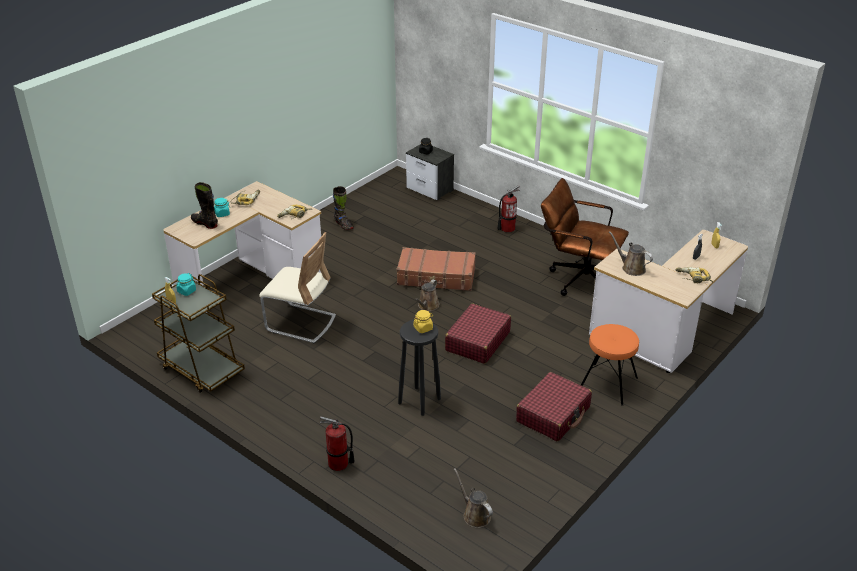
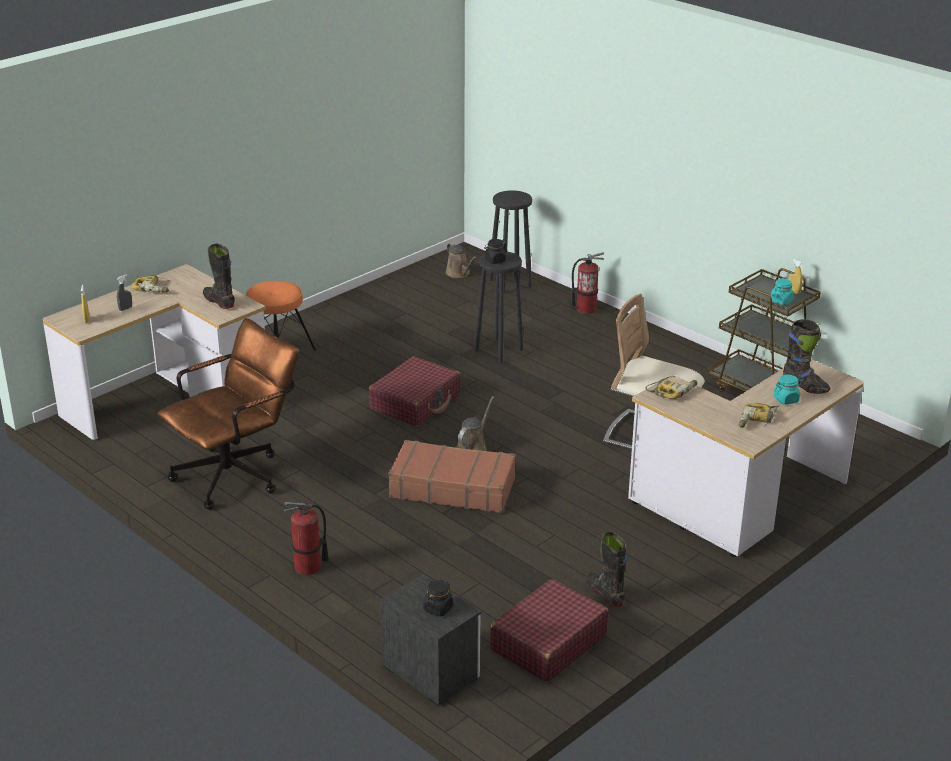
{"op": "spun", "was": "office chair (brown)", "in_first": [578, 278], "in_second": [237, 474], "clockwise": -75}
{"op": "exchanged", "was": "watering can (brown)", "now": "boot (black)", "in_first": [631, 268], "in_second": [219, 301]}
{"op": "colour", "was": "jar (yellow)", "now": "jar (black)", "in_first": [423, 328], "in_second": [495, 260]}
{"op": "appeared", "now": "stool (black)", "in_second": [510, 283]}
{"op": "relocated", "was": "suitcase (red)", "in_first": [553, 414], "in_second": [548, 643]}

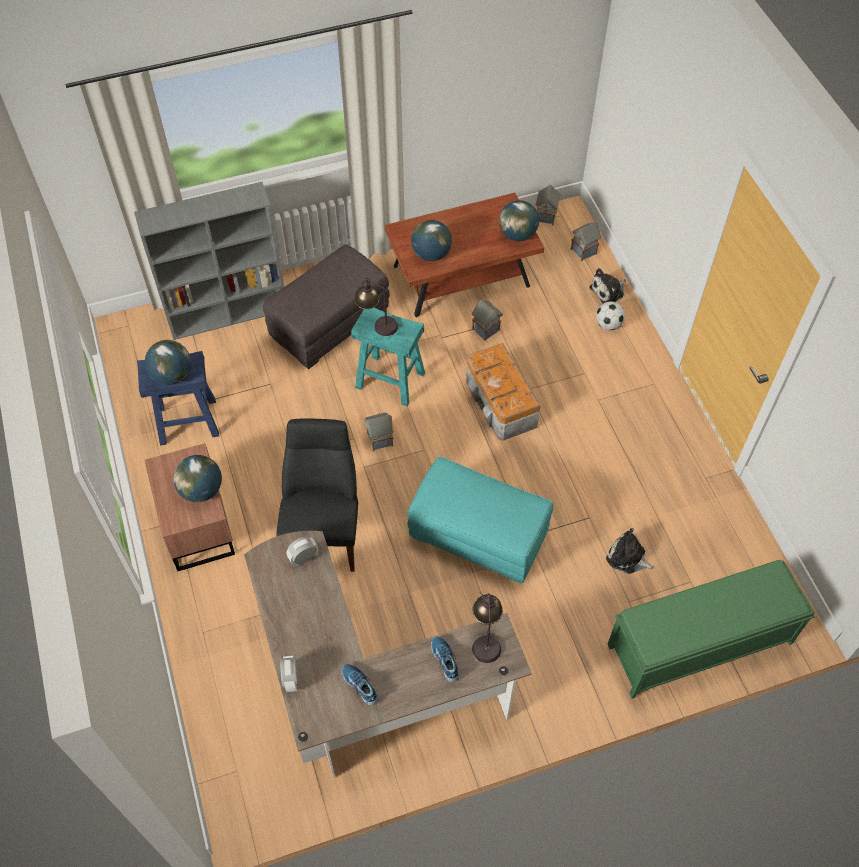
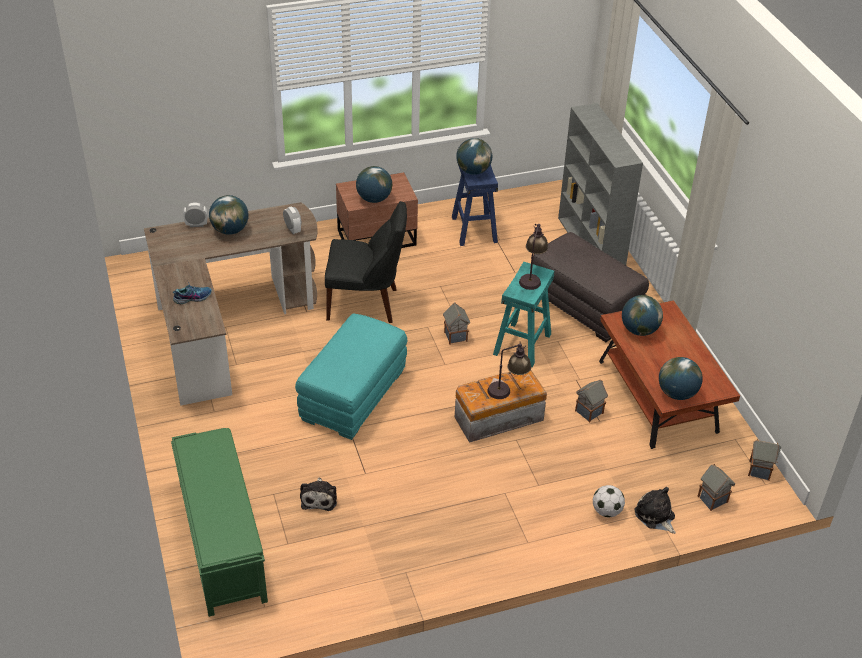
{"op": "appeared", "now": "globe", "in_second": [230, 230]}
{"op": "spun", "was": "plush toy", "in_first": [627, 557], "in_second": [319, 498], "clockwise": 150}
{"op": "relocated", "was": "table lamp", "in_first": [486, 638], "in_second": [508, 391]}
{"op": "missing", "was": "shoe", "in_first": [359, 686]}

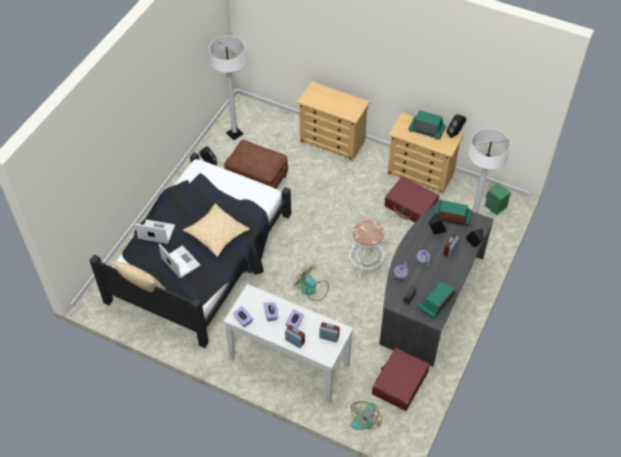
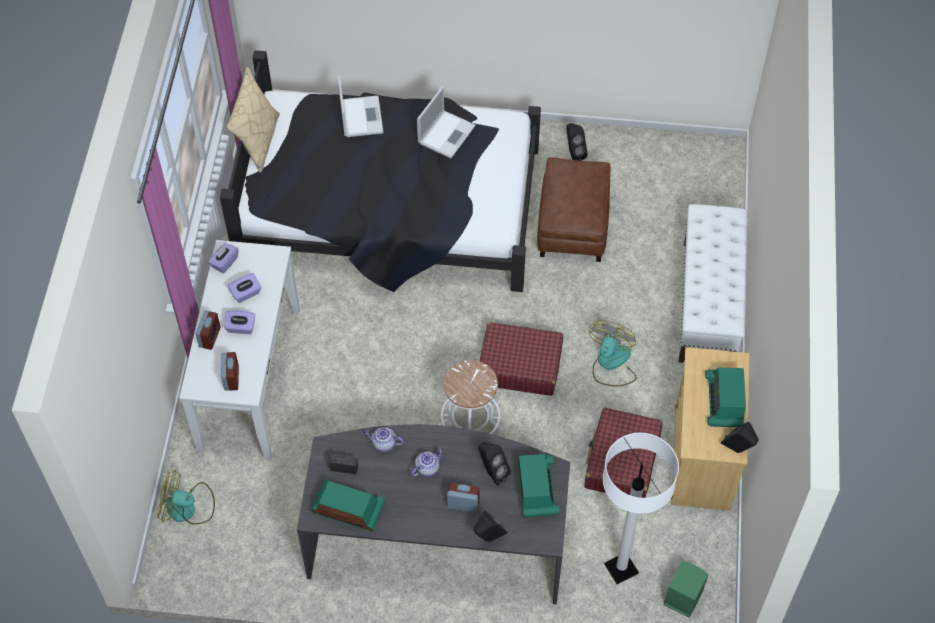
{"op": "relocated", "was": "laptop", "in_first": [180, 262], "in_second": [447, 133]}
{"op": "relocated", "was": "suitcase (red)", "in_first": [399, 383], "in_second": [519, 365]}
{"op": "relocated", "was": "fan", "in_first": [312, 289], "in_second": [611, 364]}
{"op": "exchanged", "was": "dresser (beige)", "now": "bench (white)", "in_first": [332, 142], "in_second": [707, 304]}
{"op": "missing", "was": "pillow (beige)", "in_first": [216, 233]}
{"op": "missing", "was": "floor lamp (white)", "in_first": [234, 134]}

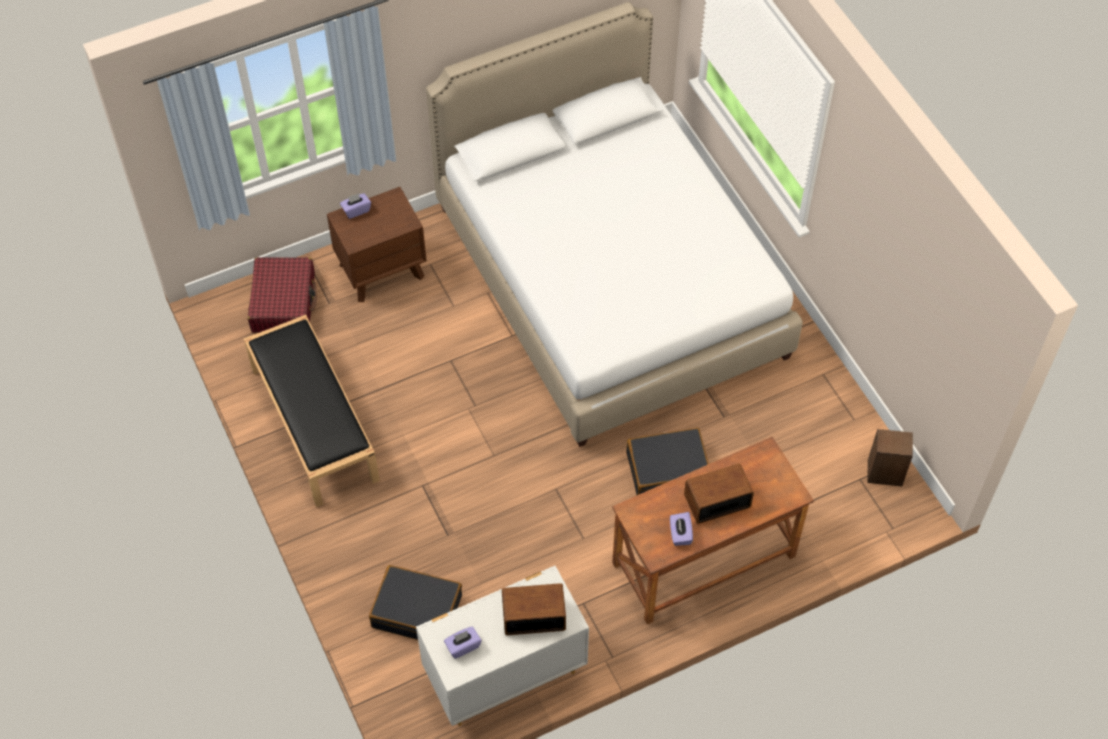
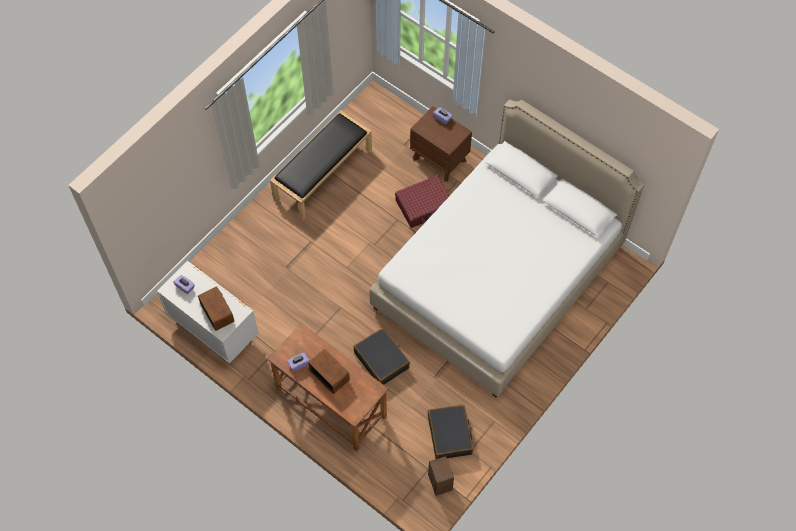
{"op": "relocated", "was": "suitcase (red)", "in_first": [284, 302], "in_second": [424, 206]}
{"op": "relocated", "was": "suitcase (black)", "in_first": [417, 610], "in_second": [450, 435]}

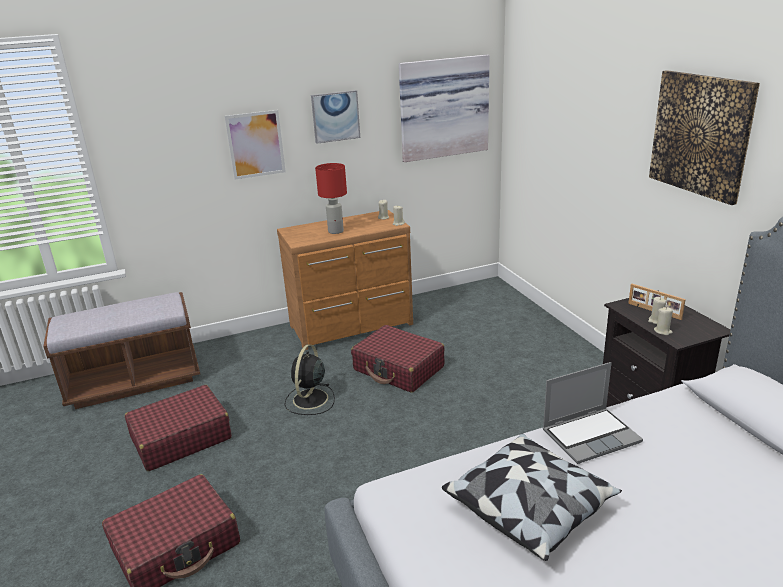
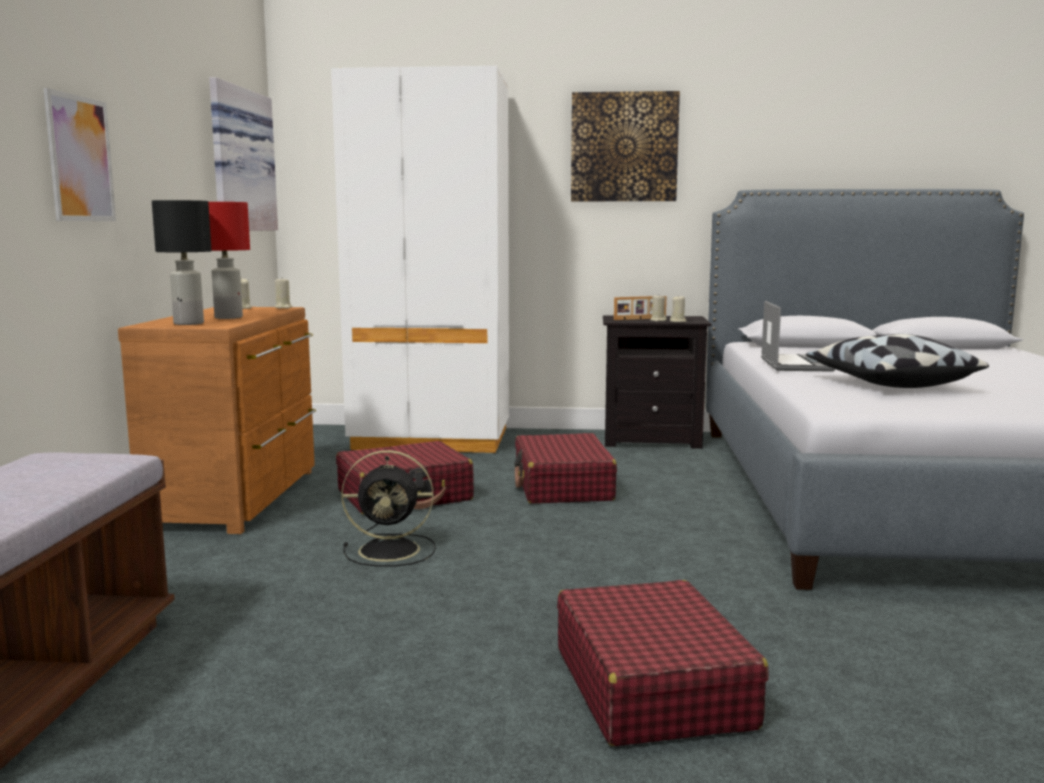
{"op": "appeared", "now": "table lamp (black)", "in_second": [189, 323]}
{"op": "appeared", "now": "wardrobe (white)", "in_second": [431, 439]}
{"op": "spun", "was": "fan (black)", "in_first": [310, 400], "in_second": [392, 550], "clockwise": -45}
{"op": "relocated", "was": "suitcase (red)", "in_first": [180, 438], "in_second": [562, 486]}
{"op": "missing", "was": "picture", "in_first": [335, 116]}

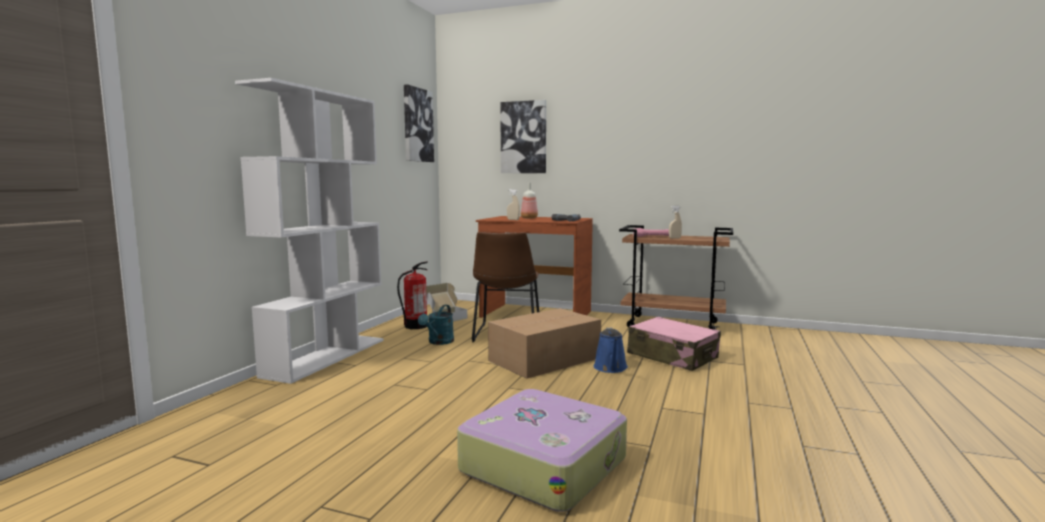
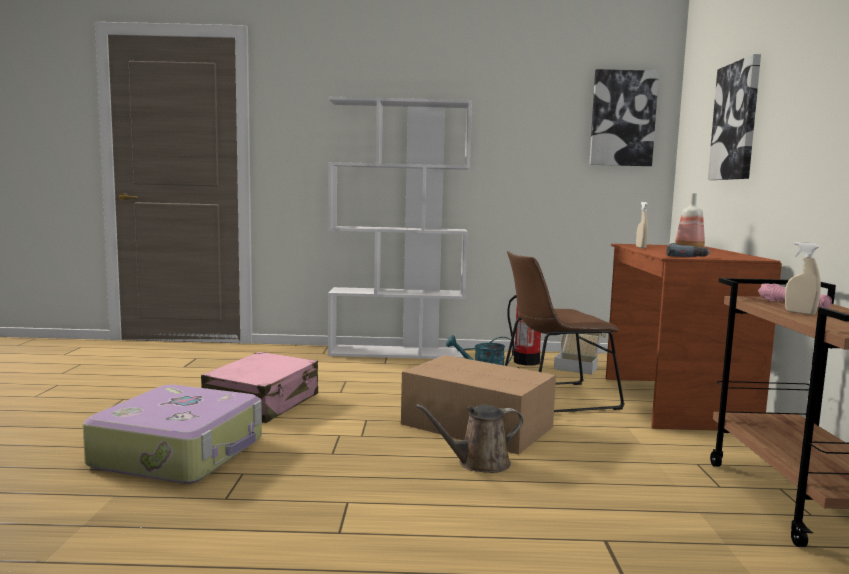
{"op": "relocated", "was": "suitcase (pink)", "in_first": [672, 356], "in_second": [262, 403]}
{"op": "colour", "was": "watering can (blue)", "now": "watering can (brown)", "in_first": [611, 368], "in_second": [478, 463]}

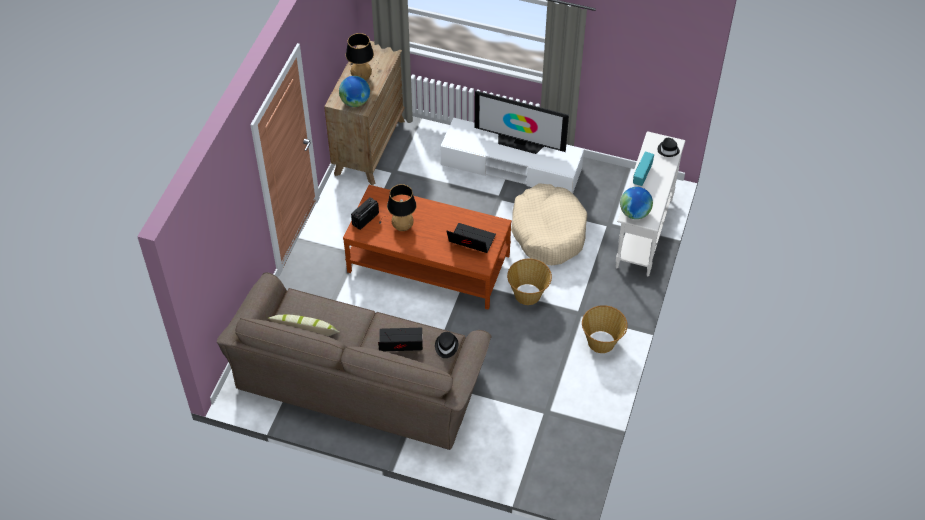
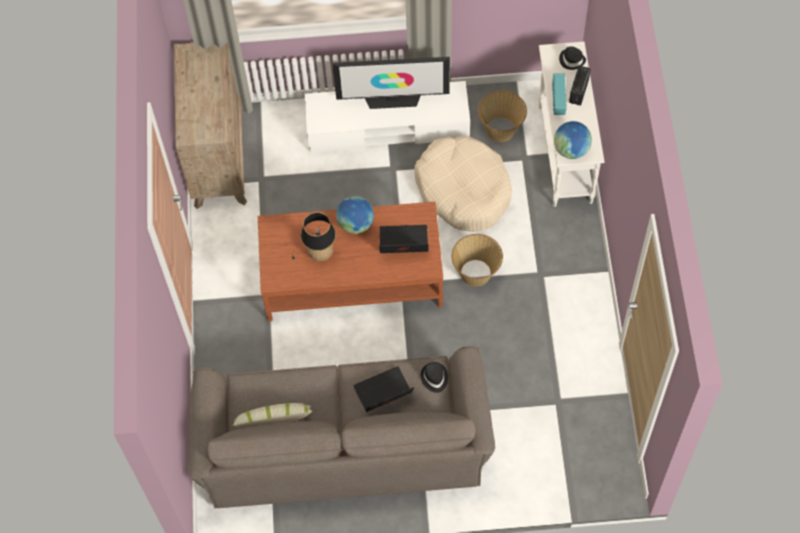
{"op": "relocated", "was": "globe", "in_first": [355, 102], "in_second": [355, 224]}
{"op": "relocated", "was": "basket", "in_first": [602, 342], "in_second": [501, 129]}
{"op": "relocated", "was": "radio", "in_first": [365, 219], "in_second": [578, 91]}
{"op": "missing", "was": "table lamp", "in_first": [363, 75]}

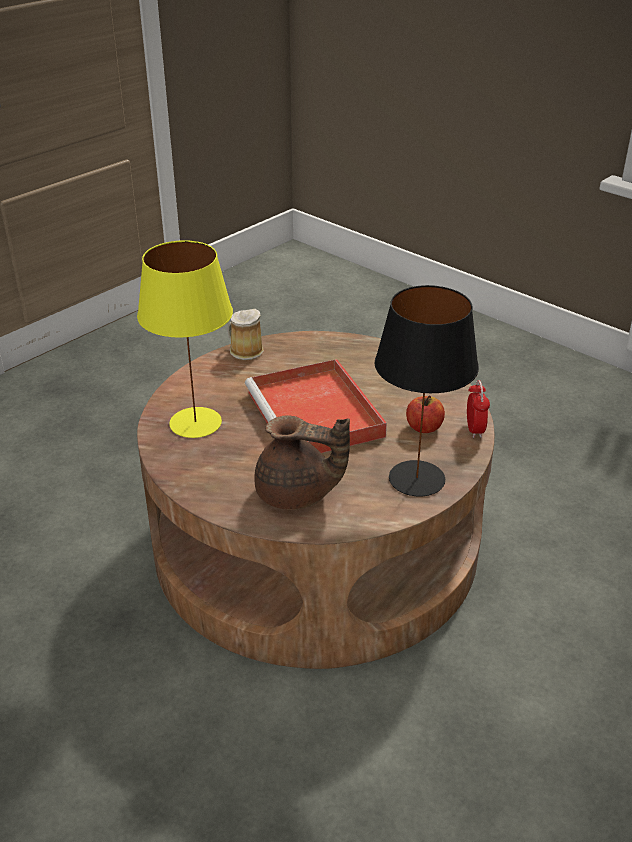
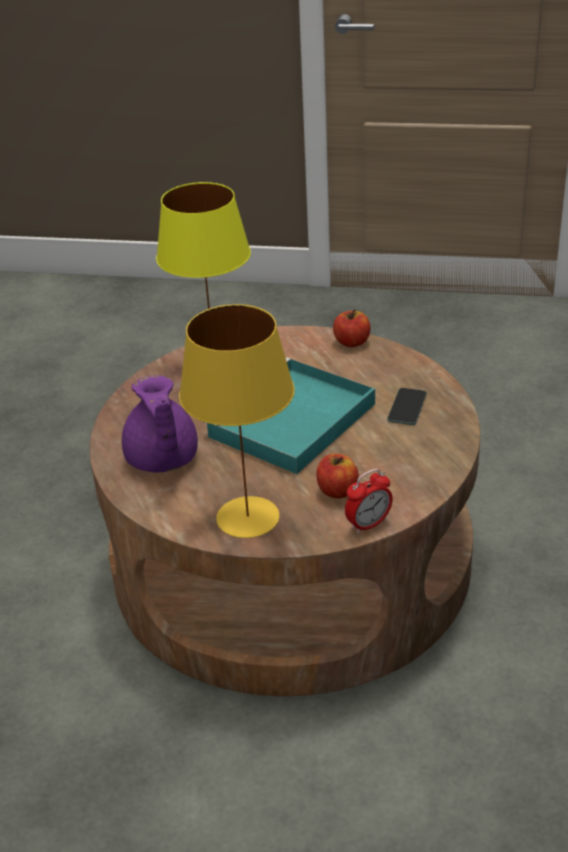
{"op": "colour", "was": "teapot (brown)", "now": "teapot (purple)", "in_first": [296, 495], "in_second": [162, 460]}
{"op": "colour", "was": "table lamp (black)", "now": "table lamp (yellow)", "in_first": [417, 478], "in_second": [249, 517]}
{"op": "colour", "was": "tray (red)", "now": "tray (turquoise)", "in_first": [316, 415], "in_second": [291, 422]}
{"op": "exchanged", "was": "mug", "now": "apple", "in_first": [244, 351], "in_second": [352, 342]}
{"op": "appeared", "now": "phone", "in_second": [407, 407]}

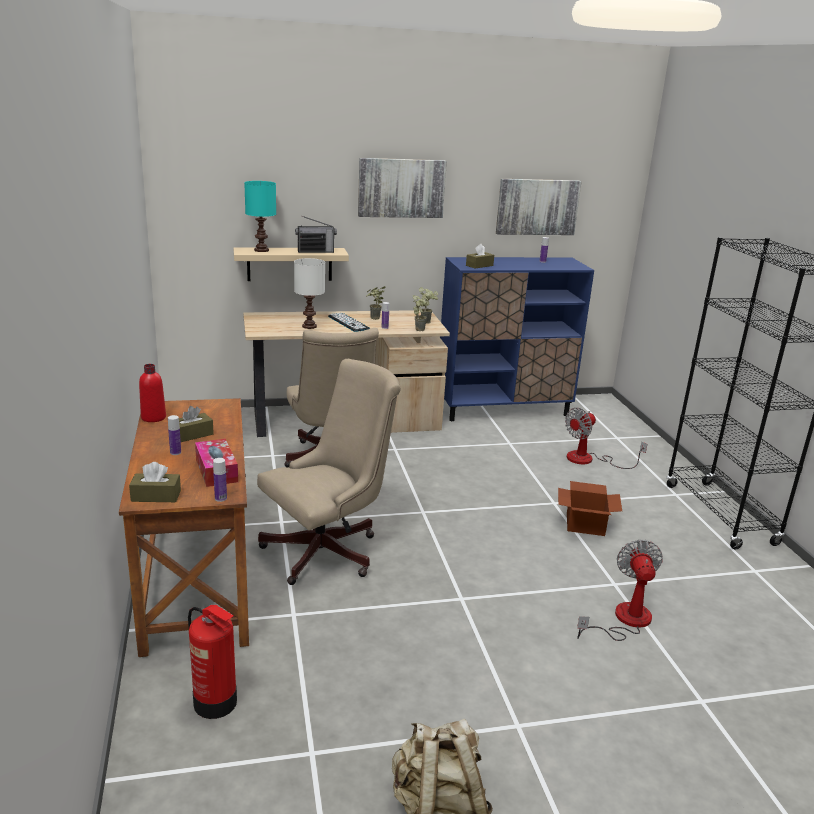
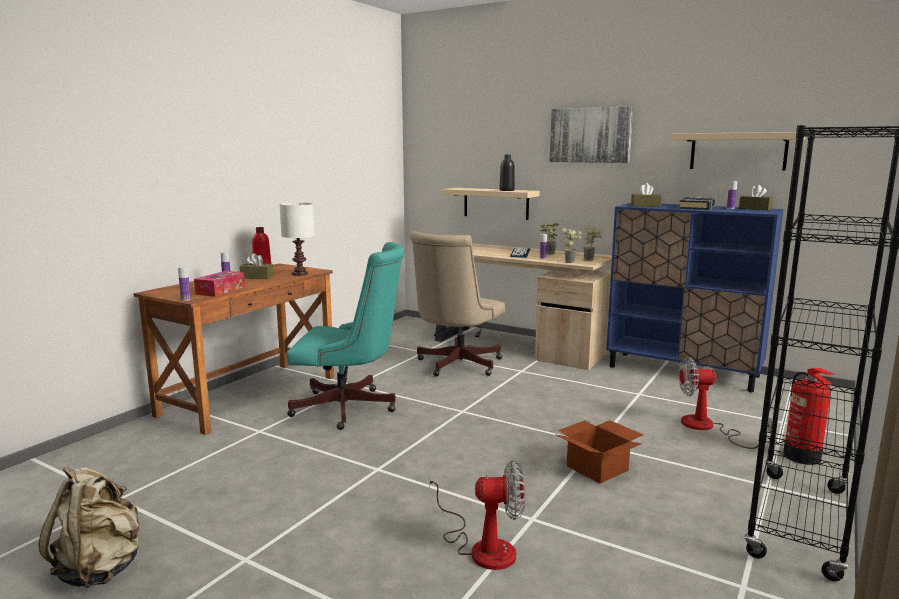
{"op": "relocated", "was": "table lamp (white)", "in_first": [310, 326], "in_second": [300, 274]}
{"op": "colour", "was": "office chair (beige)", "now": "office chair (turquoise)", "in_first": [328, 550], "in_second": [350, 409]}
{"op": "spun", "was": "fan", "in_first": [623, 620], "in_second": [482, 546], "clockwise": 45}
{"op": "exchanged", "was": "radio", "now": "bottle (black)", "in_first": [315, 251], "in_second": [507, 190]}
{"op": "exchanged", "was": "picture", "now": "shelf (beige)", "in_first": [537, 207], "in_second": [738, 151]}
{"op": "appeared", "now": "book (black)", "in_second": [697, 207]}
{"op": "relocated", "was": "tissue box (brown)", "in_first": [156, 496], "in_second": [755, 208]}
{"op": "relocated", "was": "fire extinguisher", "in_first": [216, 703], "in_second": [802, 457]}
{"op": "missing", "was": "table lamp (turquoise)", "in_first": [261, 250]}

